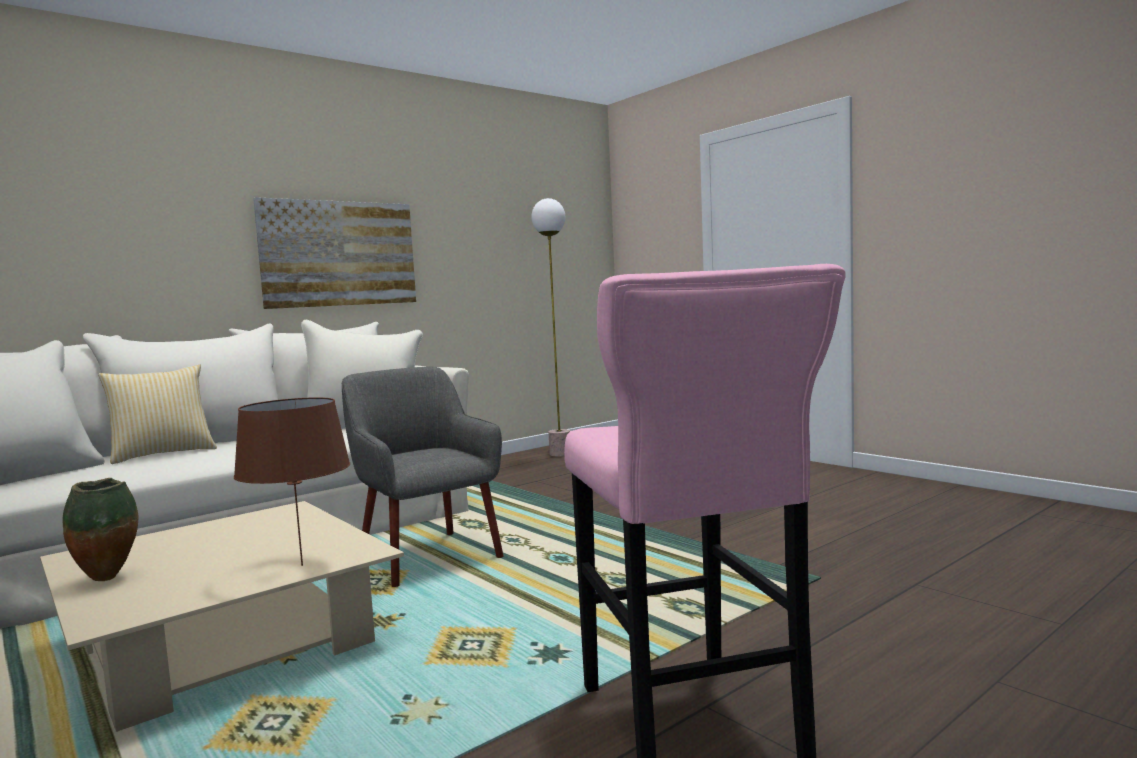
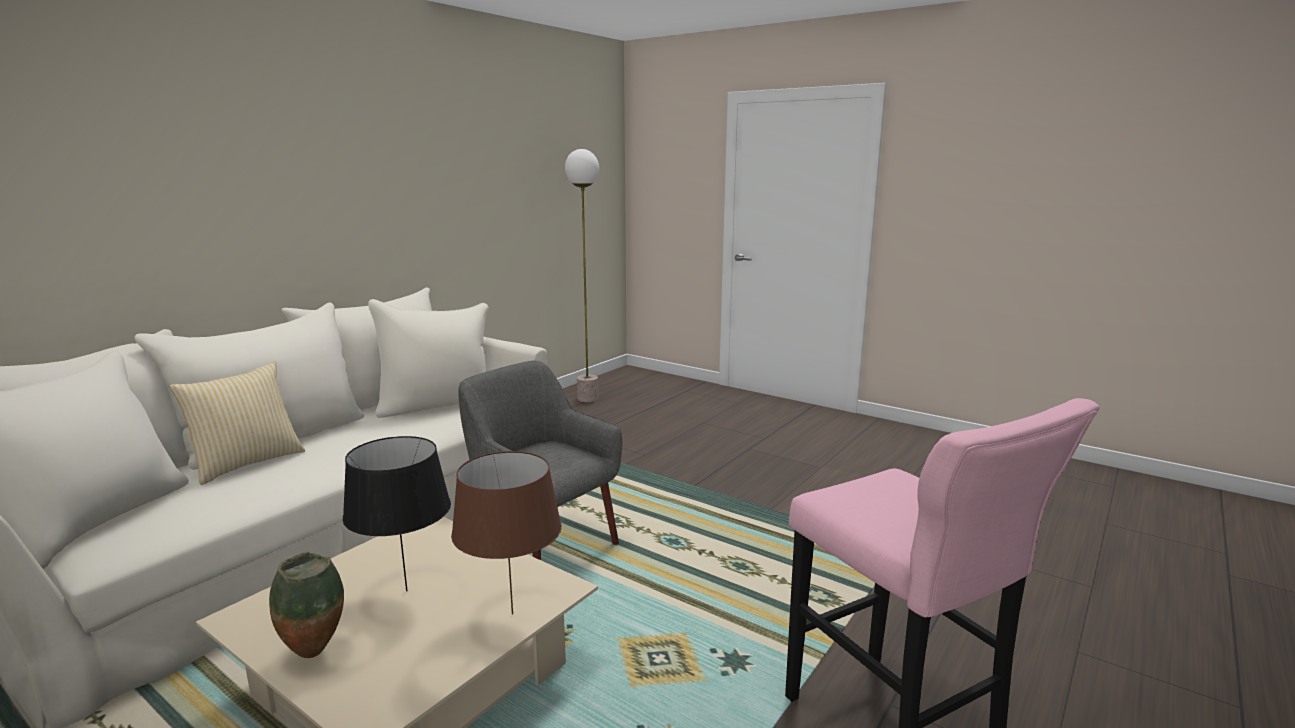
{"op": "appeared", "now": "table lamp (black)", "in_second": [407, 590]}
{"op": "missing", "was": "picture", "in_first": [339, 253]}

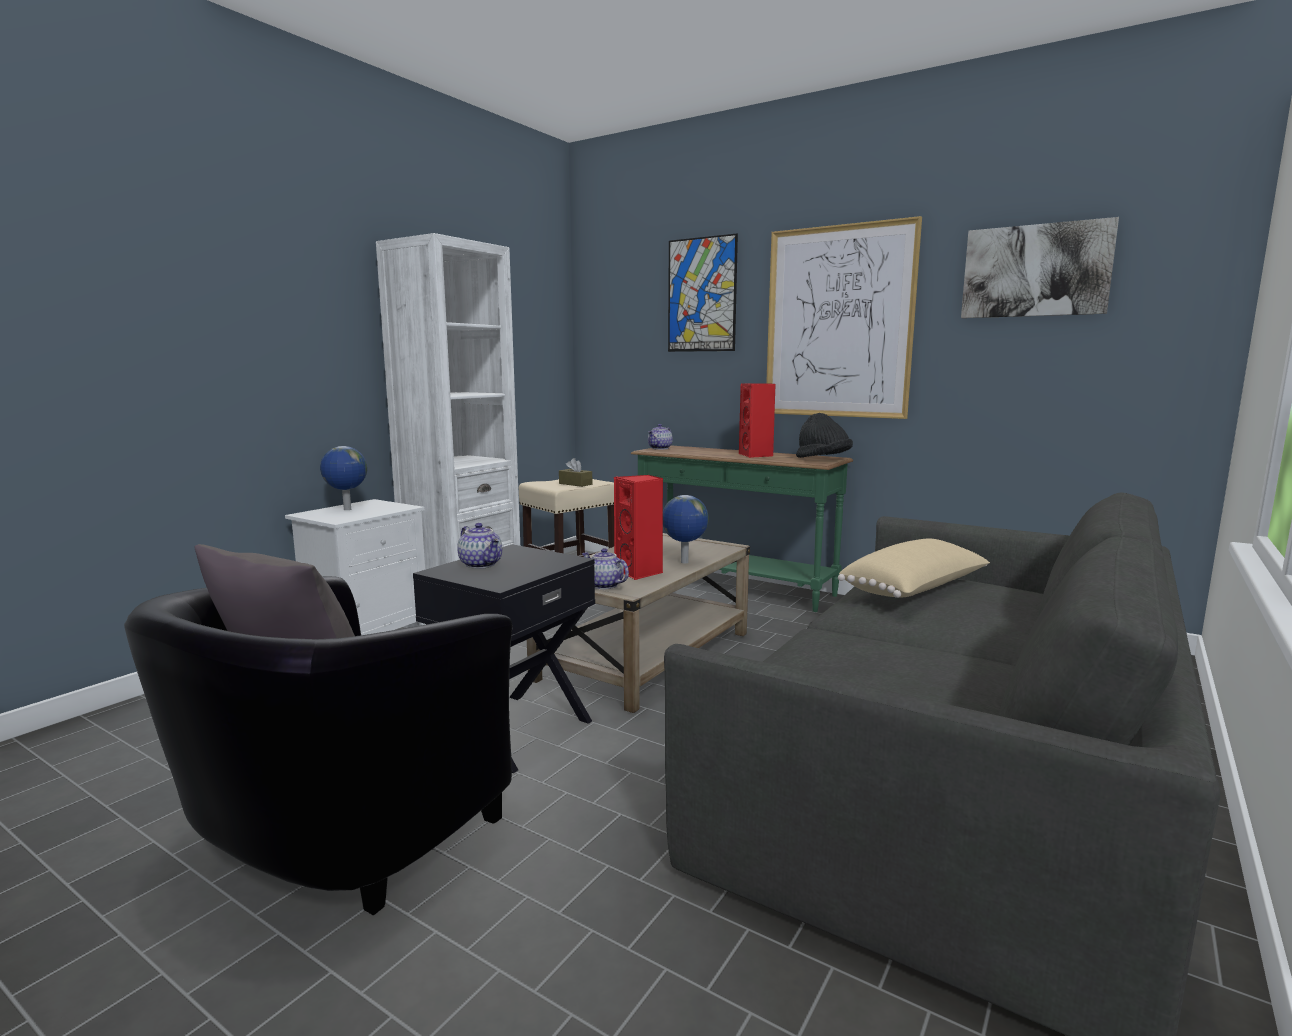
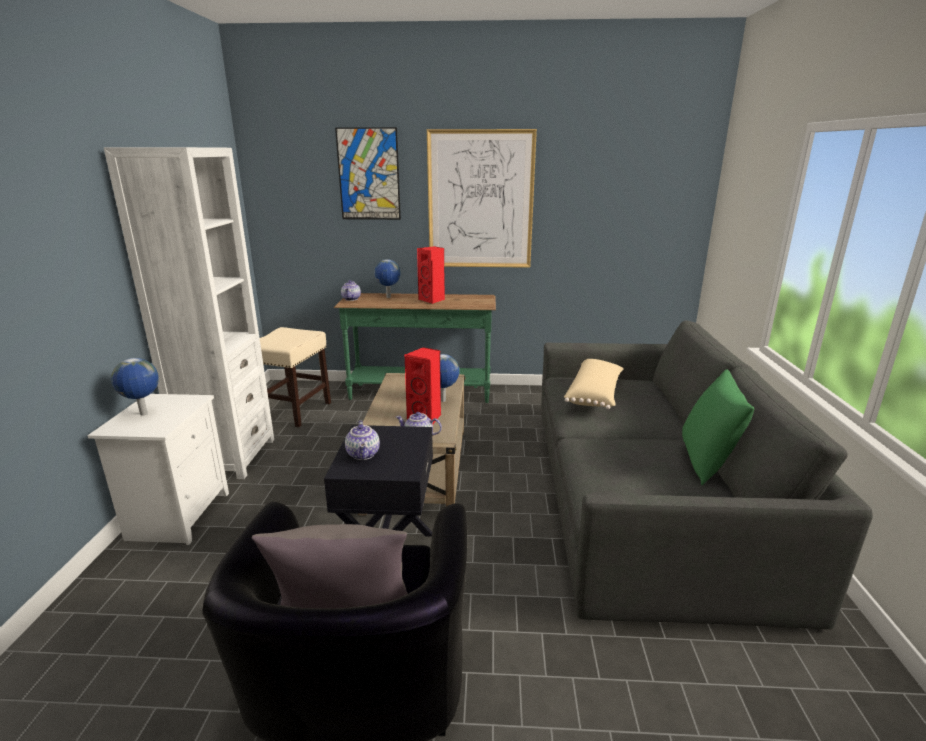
{"op": "spun", "was": "teapot", "in_first": [482, 564], "in_second": [364, 454], "clockwise": 60}
{"op": "appeared", "now": "globe", "in_second": [388, 297]}
{"op": "appeared", "now": "pillow (green)", "in_second": [707, 462]}
{"op": "missing", "was": "tissue box (brown)", "in_first": [575, 484]}
{"op": "missing", "was": "hat (black)", "in_first": [823, 459]}
{"op": "missing", "was": "picture", "in_first": [1035, 271]}

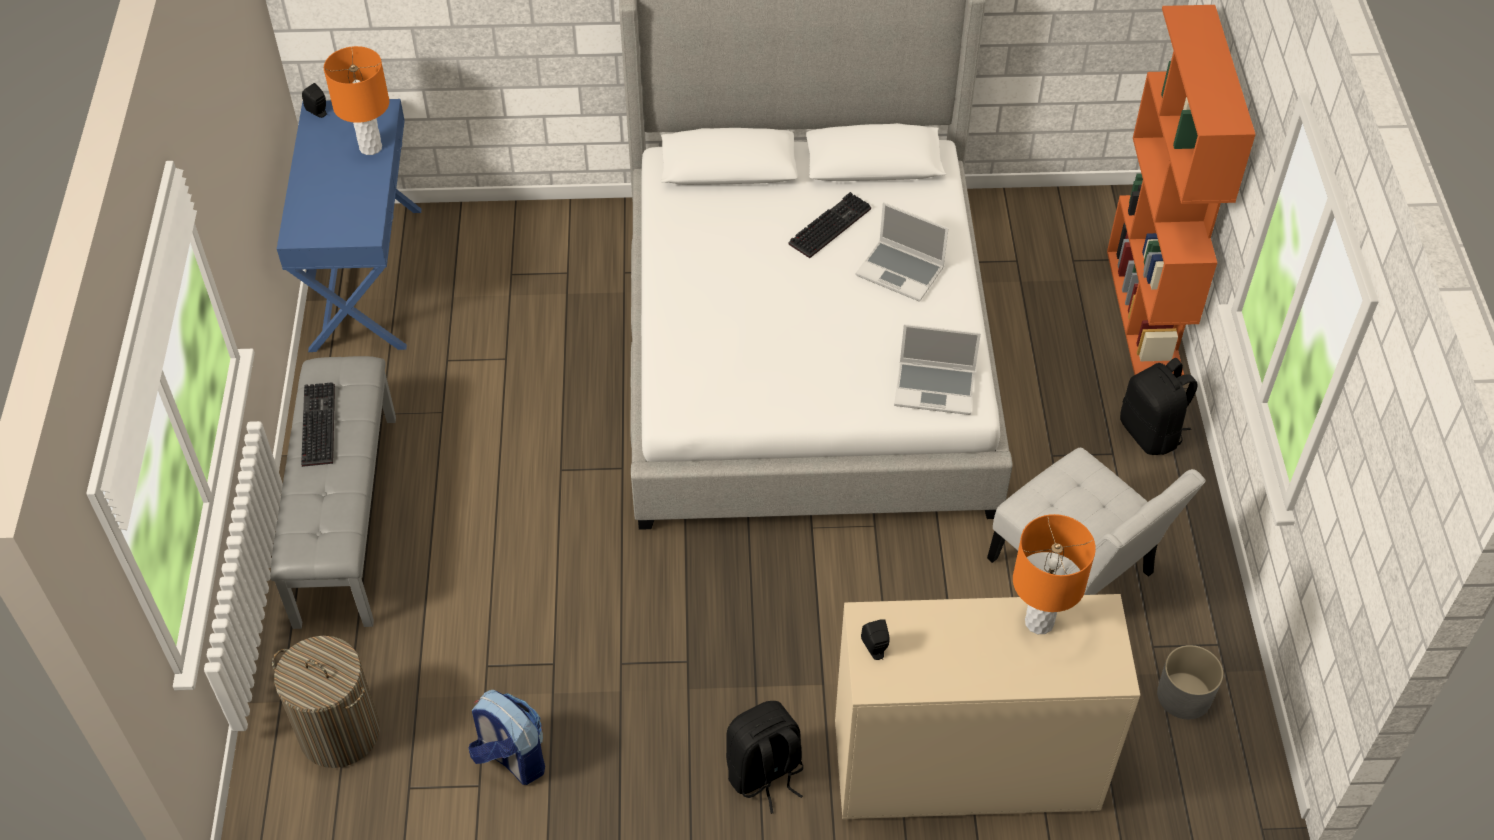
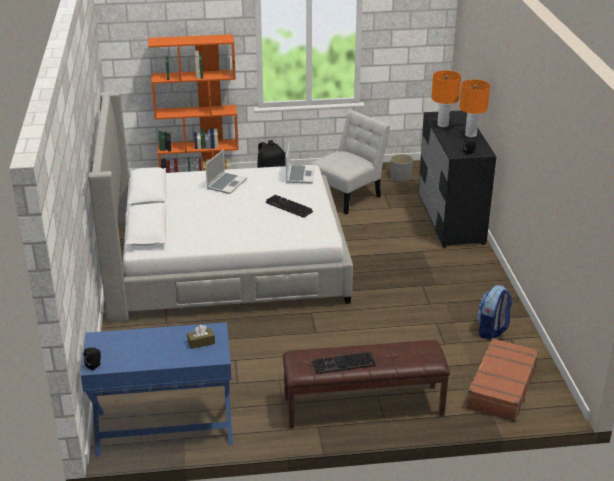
{"op": "appeared", "now": "tissue box (brown)", "in_second": [201, 342]}
{"op": "relocated", "was": "keyboard", "in_first": [829, 225], "in_second": [287, 207]}
{"op": "colour", "was": "bench (grey)", "now": "bench (brown)", "in_first": [345, 518], "in_second": [363, 407]}
{"op": "colour", "was": "dresser (beige)", "now": "dresser (black)", "in_first": [965, 768], "in_second": [450, 219]}
{"op": "relocated", "was": "table lamp (orange)", "in_first": [370, 147], "in_second": [471, 135]}
{"op": "exchanged", "was": "laundry basket", "now": "suitcase (brown)", "in_first": [339, 732], "in_second": [501, 387]}
{"op": "missing", "was": "backpack (black)", "in_first": [765, 774]}

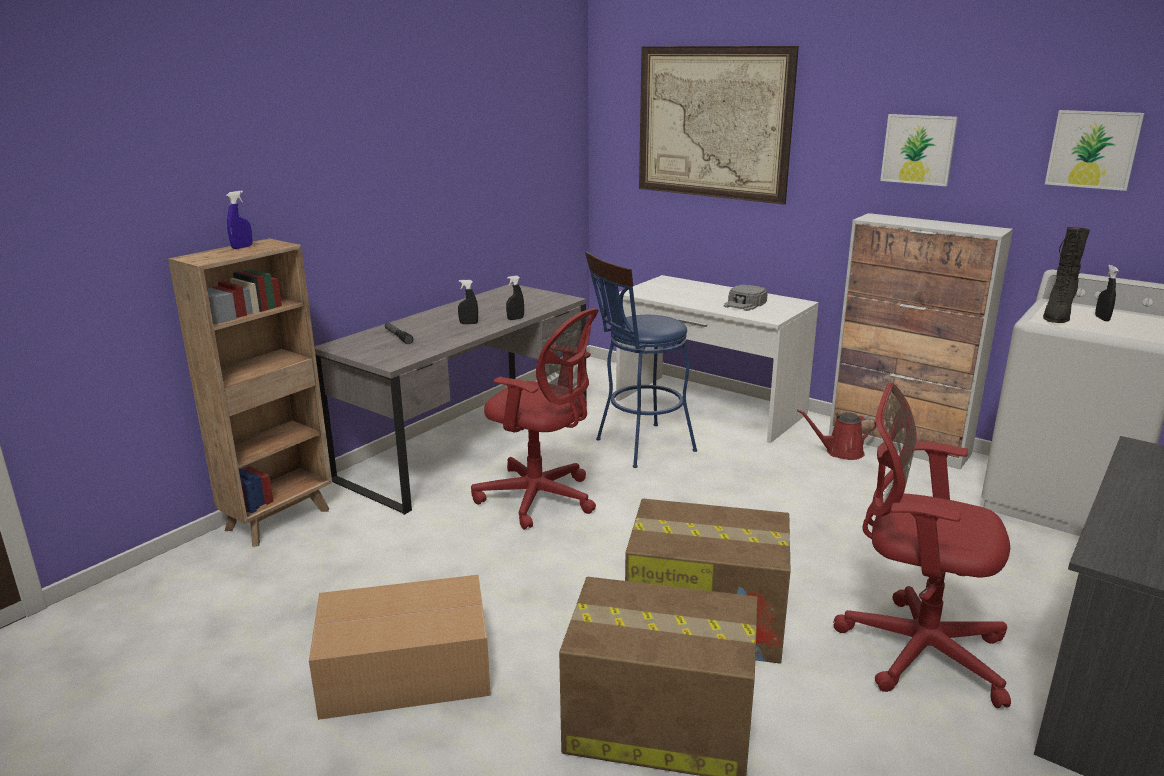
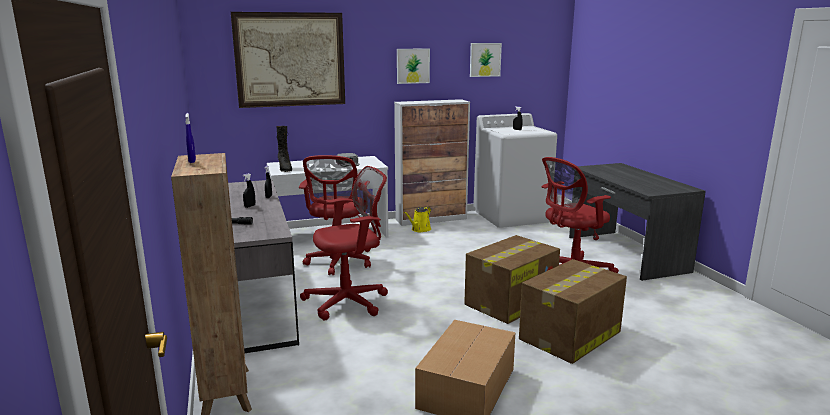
{"op": "relocated", "was": "boot (black)", "in_first": [1057, 315], "in_second": [285, 168]}
{"op": "exchanged", "was": "stool (blue)", "now": "office chair (red)", "in_first": [638, 447], "in_second": [339, 262]}
{"op": "colour", "was": "watering can (red)", "now": "watering can (yellow)", "in_first": [840, 452], "in_second": [420, 229]}

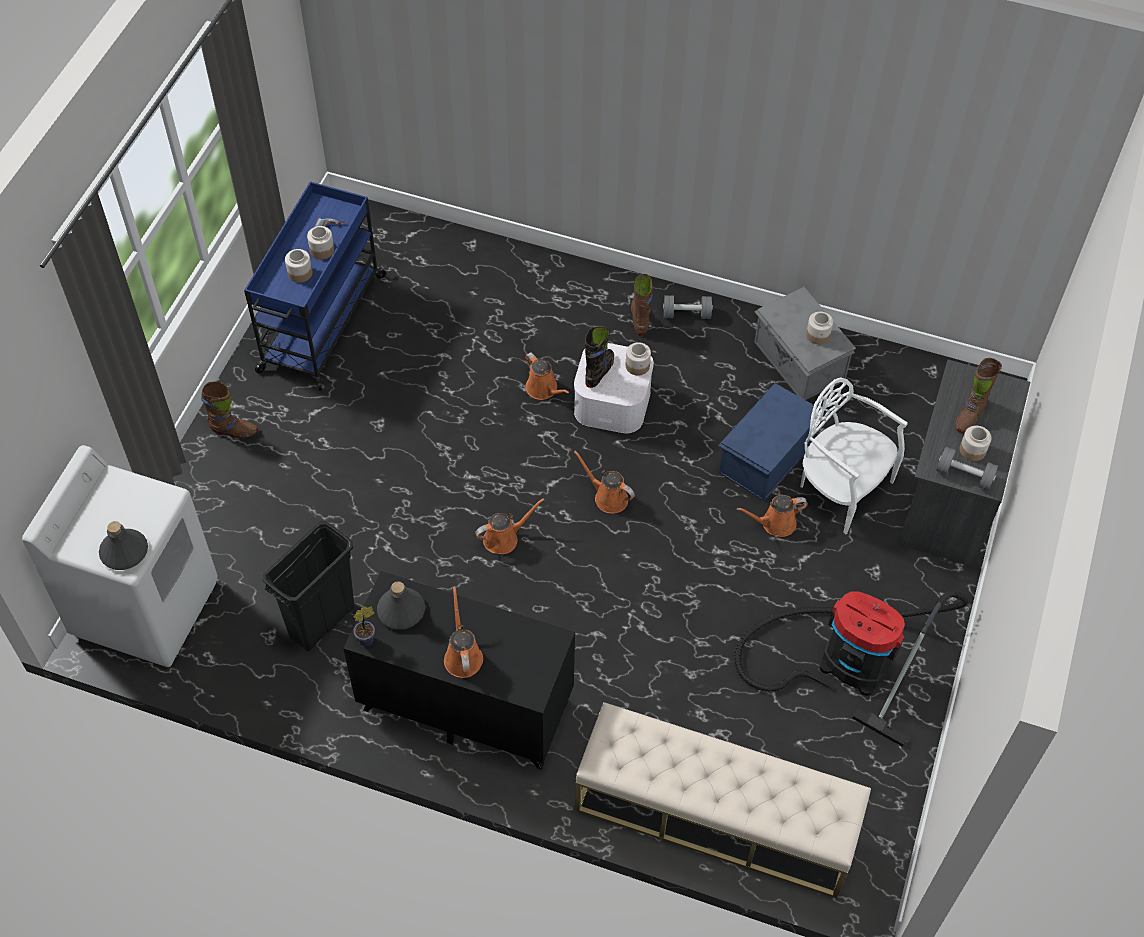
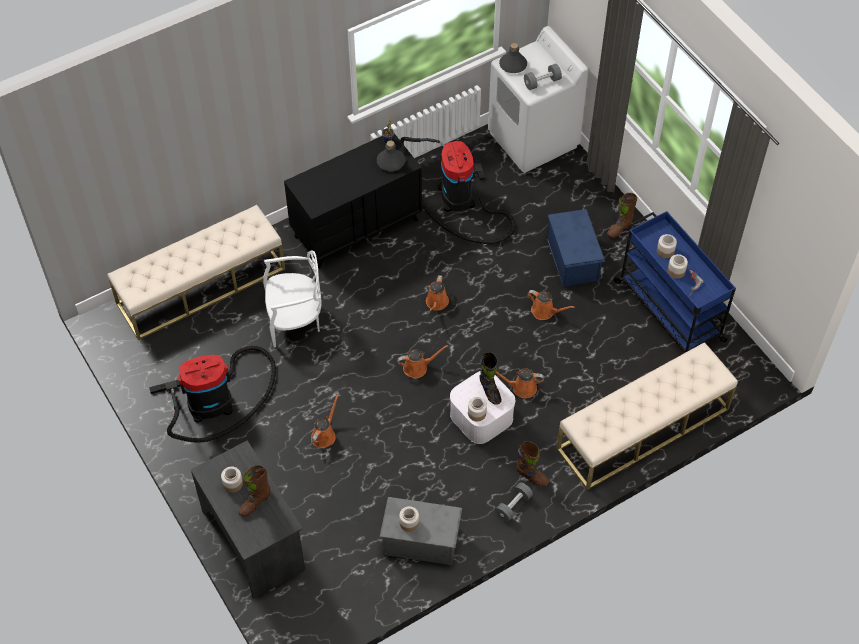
{"op": "spun", "was": "boot (brown)", "in_first": [969, 416], "in_second": [254, 503], "clockwise": -120}
{"op": "relocated", "was": "chair (white)", "in_first": [841, 488], "in_second": [295, 320]}
{"op": "exchanged", "was": "trash can (black)", "now": "vacuum cleaner", "in_first": [322, 622], "in_second": [458, 200]}
{"op": "relocated", "was": "dumbbell (grey)", "in_first": [964, 475], "in_second": [542, 82]}
{"op": "relocated", "was": "watering can (orange)", "in_first": [462, 655], "in_second": [545, 311]}
{"op": "relocated", "was": "storage box (blue)", "in_first": [765, 458], "in_second": [573, 258]}
{"op": "appeared", "now": "bench (beige)", "in_second": [643, 429]}

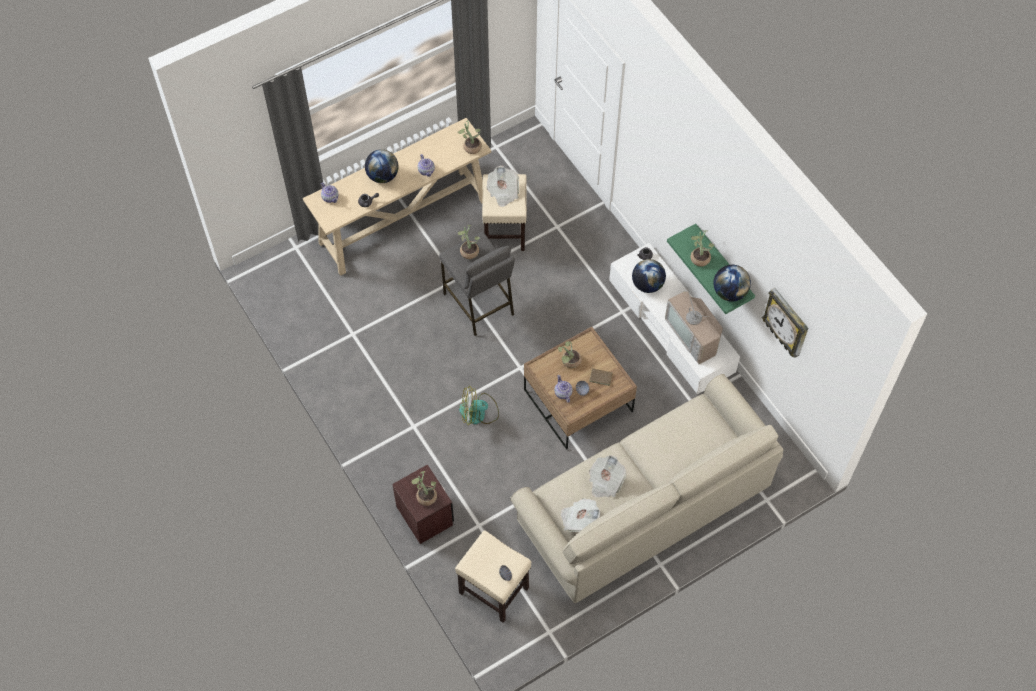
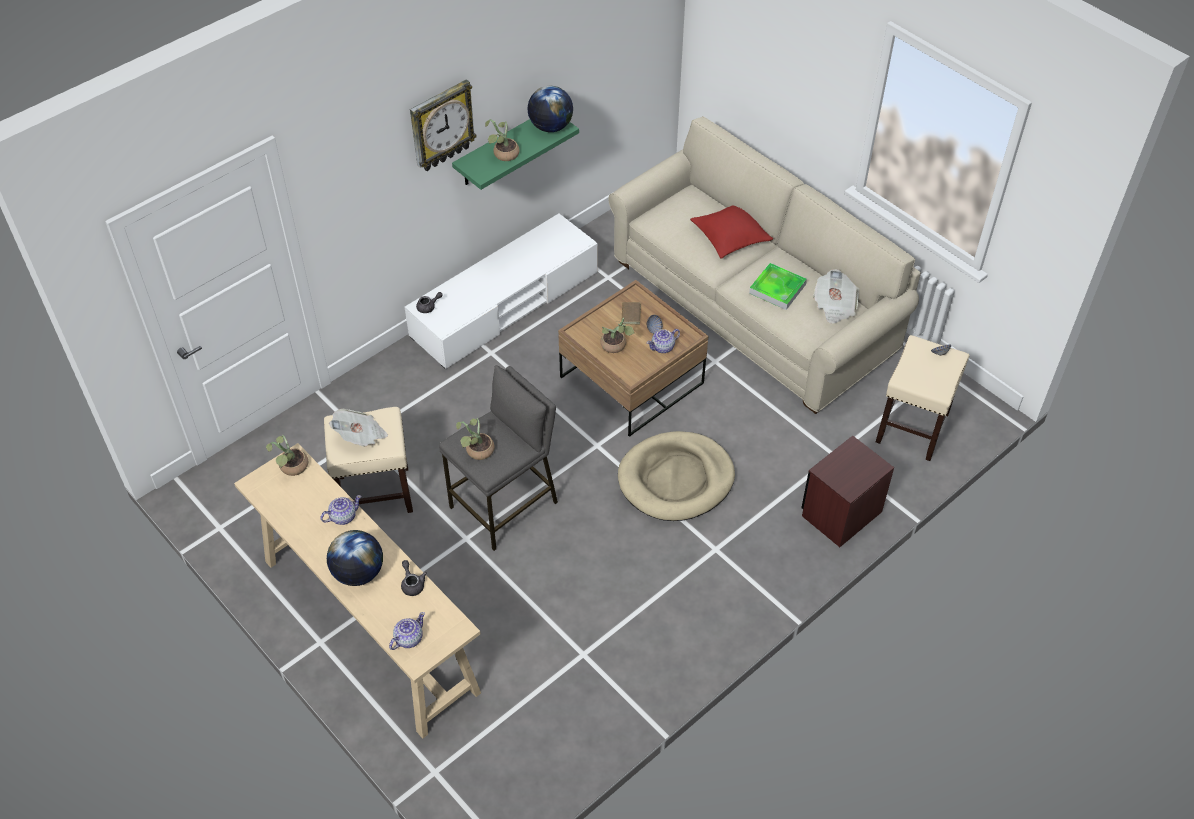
{"op": "relocated", "was": "wall clock", "in_first": [786, 323], "in_second": [441, 126]}
{"op": "exchanged", "was": "fan", "now": "dog bed (beige)", "in_first": [478, 413], "in_second": [676, 479]}
{"op": "appeared", "now": "pillow (red)", "in_second": [730, 236]}
{"op": "exchanged", "was": "newspaper", "now": "tray", "in_first": [605, 482], "in_second": [777, 289]}
{"op": "missing", "was": "potted plant", "in_first": [425, 495]}
{"op": "missing", "was": "globe", "in_first": [647, 285]}
{"op": "missing", "was": "television", "in_first": [694, 335]}

